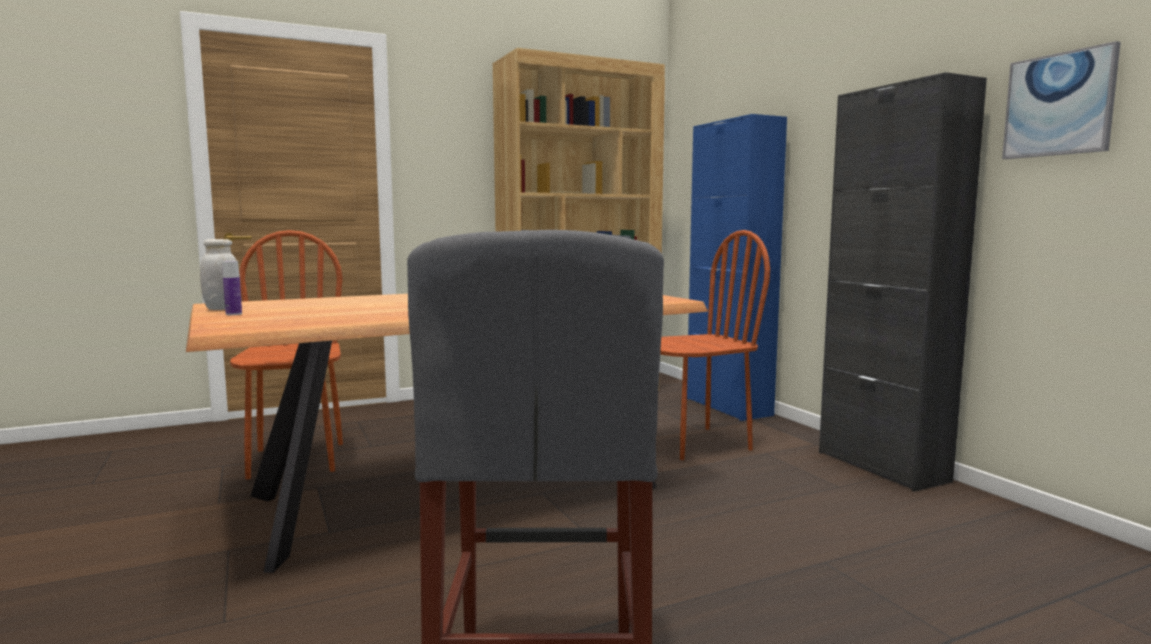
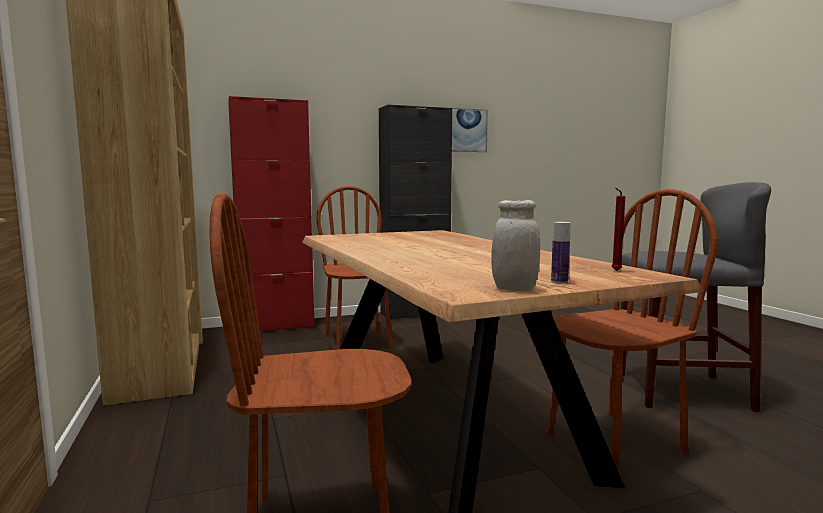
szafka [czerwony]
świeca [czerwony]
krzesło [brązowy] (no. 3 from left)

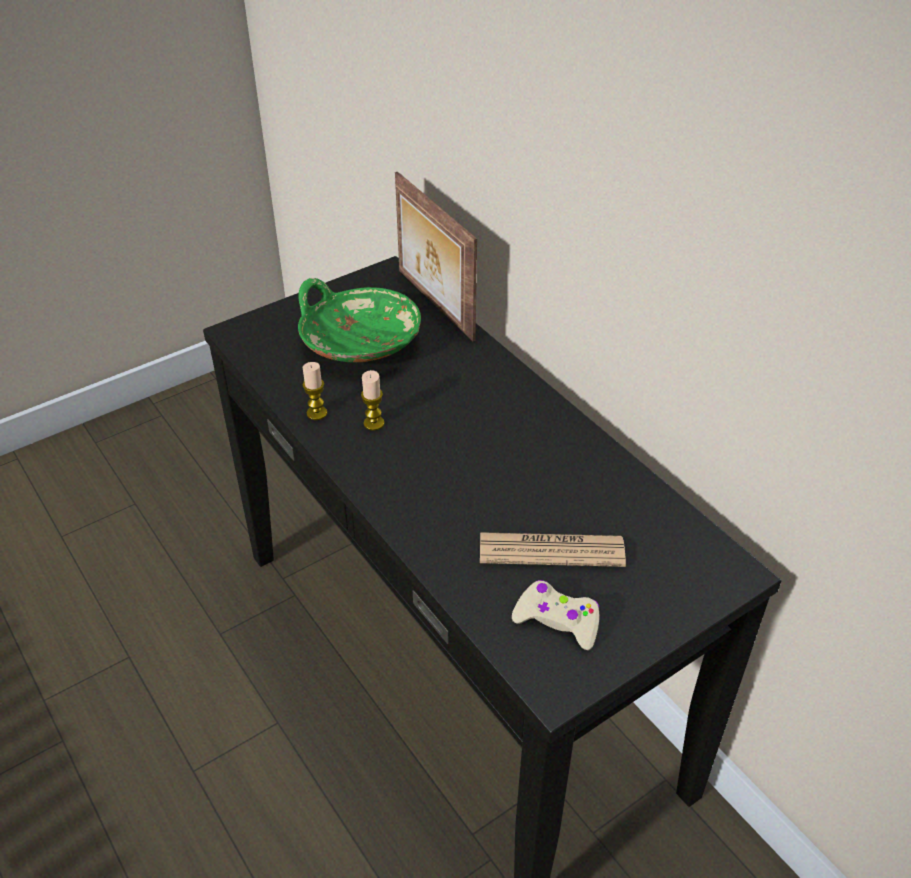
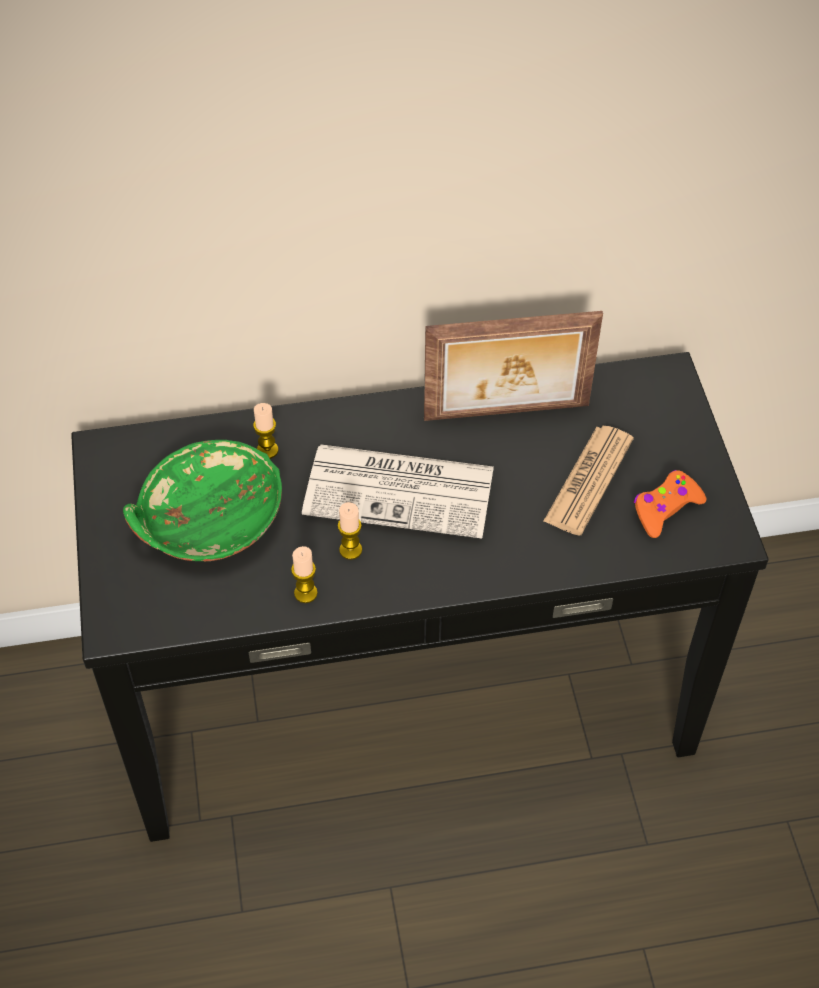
ramka na zdjęcie
pad do gier [pomarańczowy]
świeca (no. 1 from left)
gazeta (no. 1 from left)

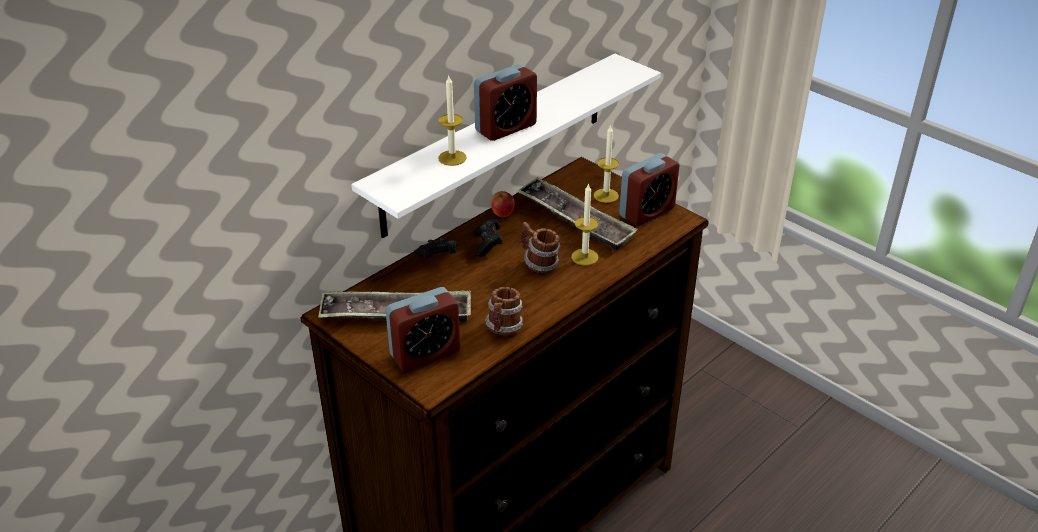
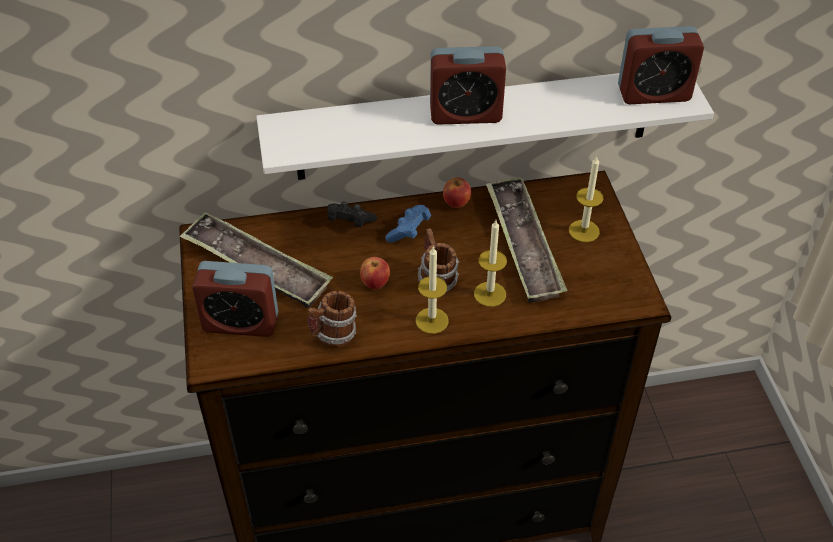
świeca (no. 1 from left)
budzik (no. 3 from left)
pad do gier [niebieski]
jabłko (no. 1 from left)

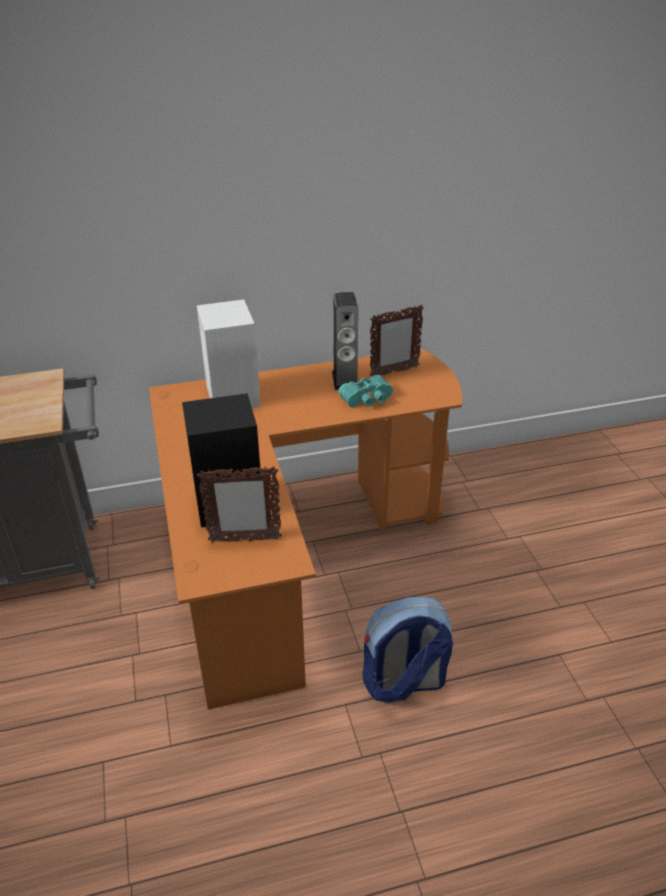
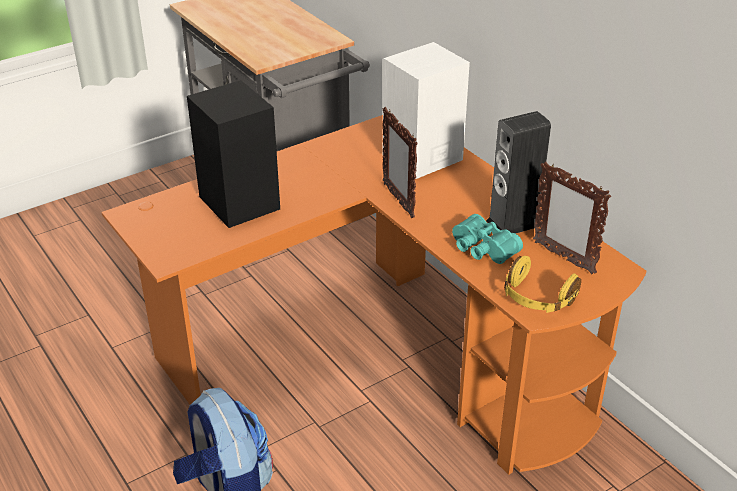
ramka na zdjęcie (no. 1 from left)
słuchawki [żółty]

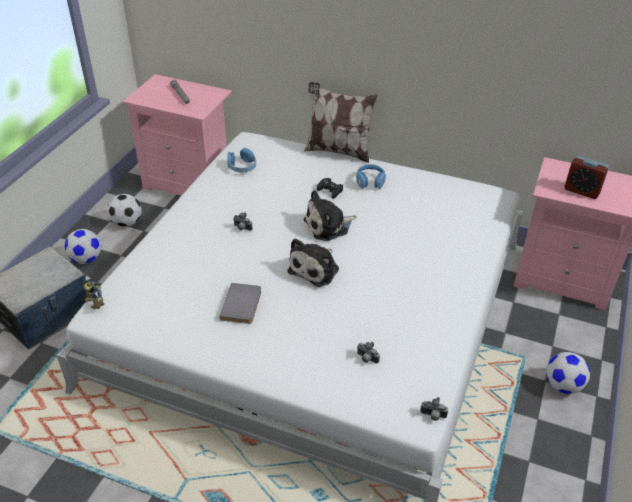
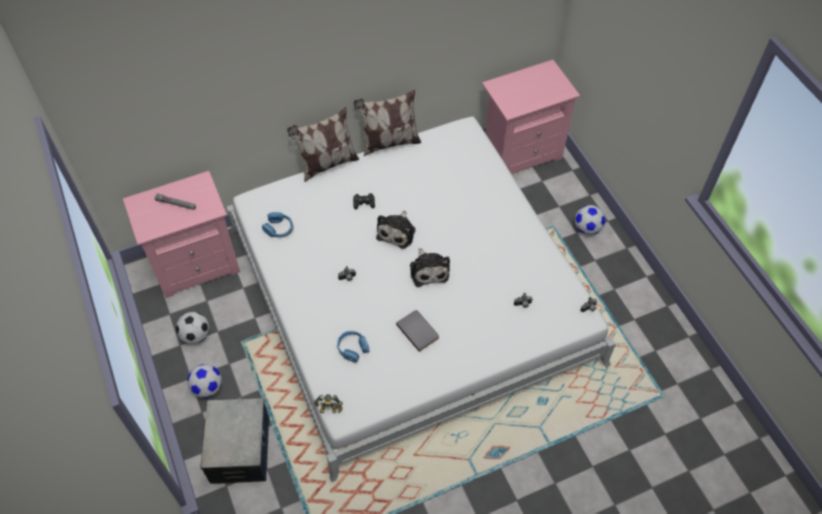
budzik
słuchawki [niebieski] (no. 2 from left)
poduszka (no. 2 from left)

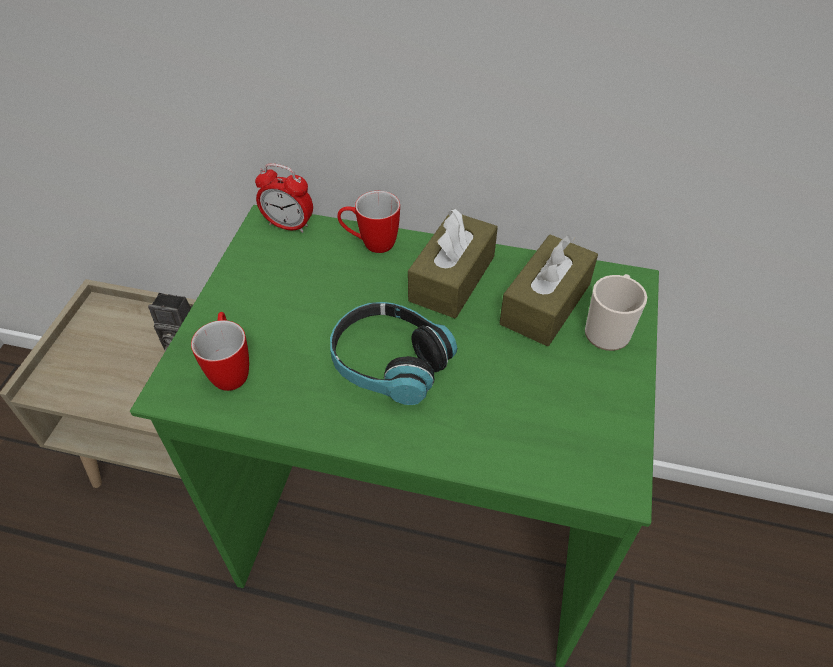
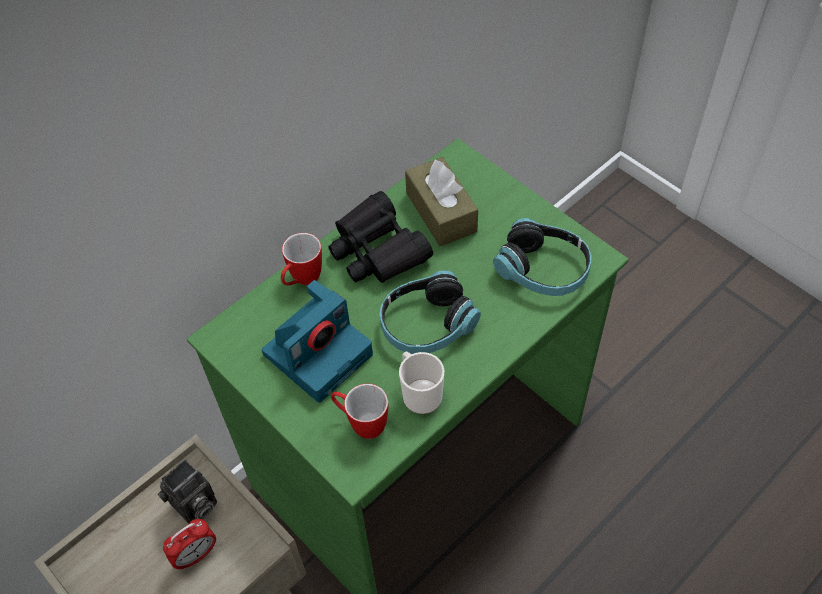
budzik
lornetka [czarny]
kubek (no. 3 from left)
słuchawki (no. 2 from left)
aparat fotograficzny (no. 2 from left)

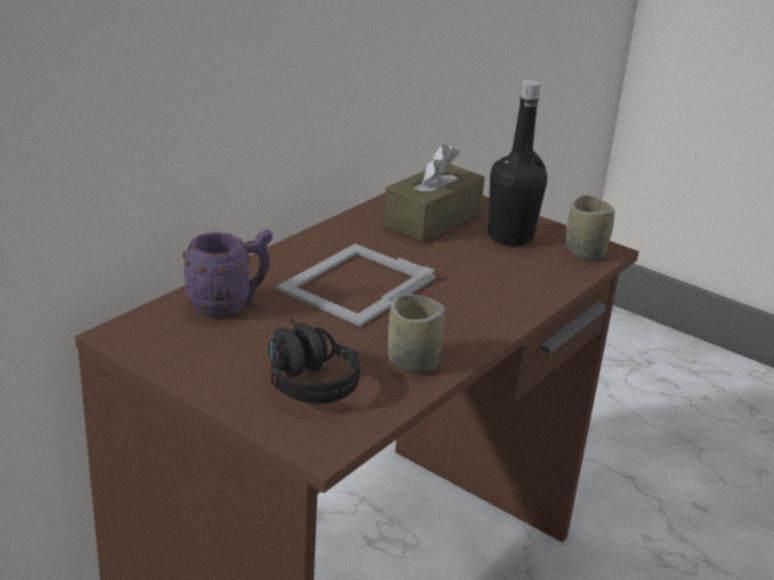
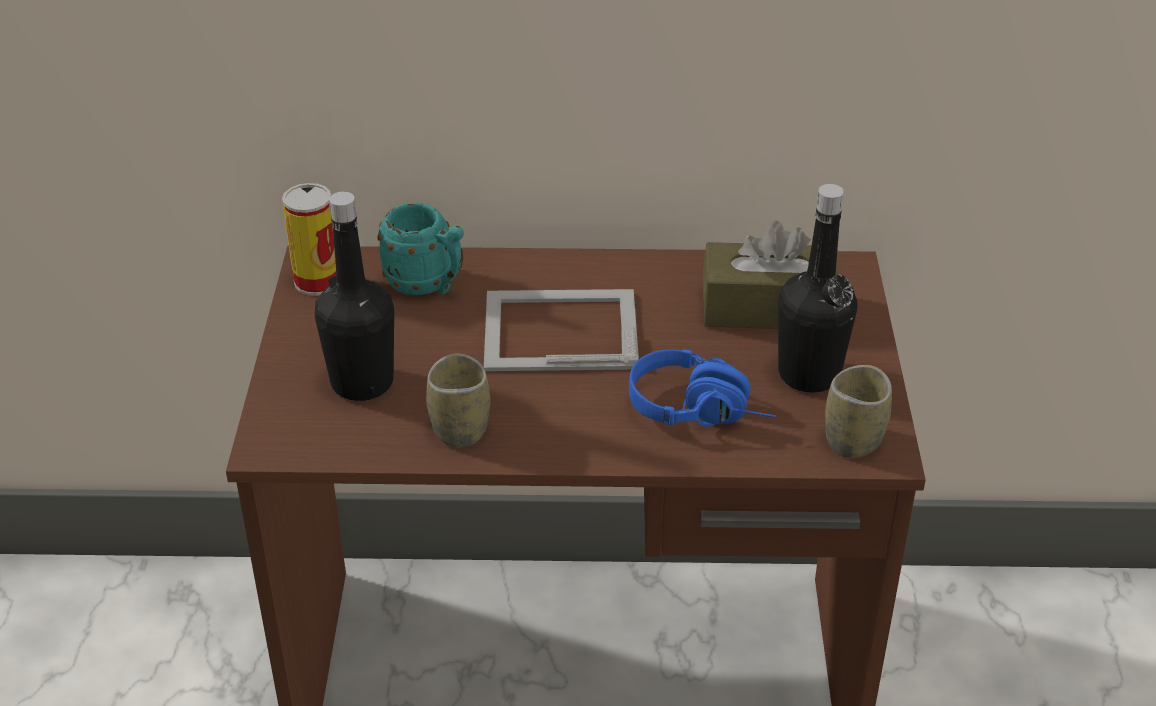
kubek [turkusowy]
butelka [czarny] (no. 1 from left)
puszka
słuchawki [niebieski]

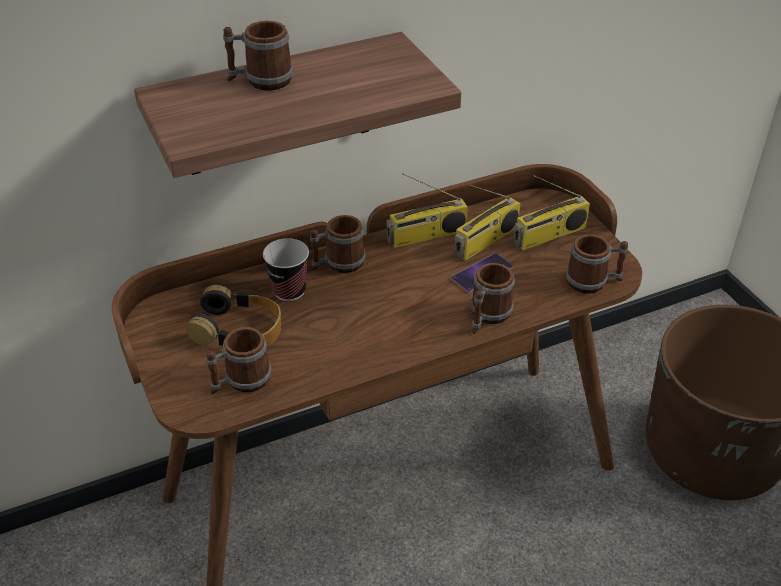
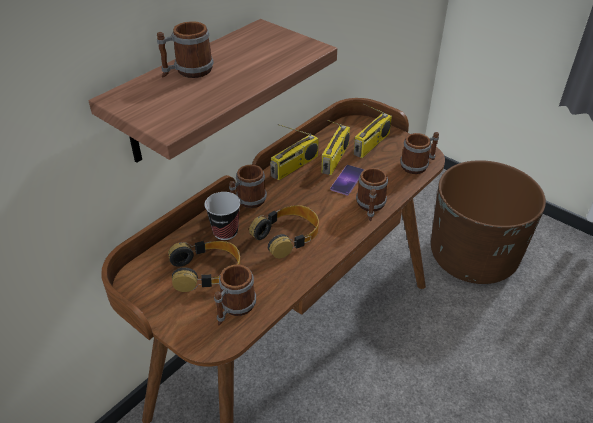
słuchawki (no. 2 from left)

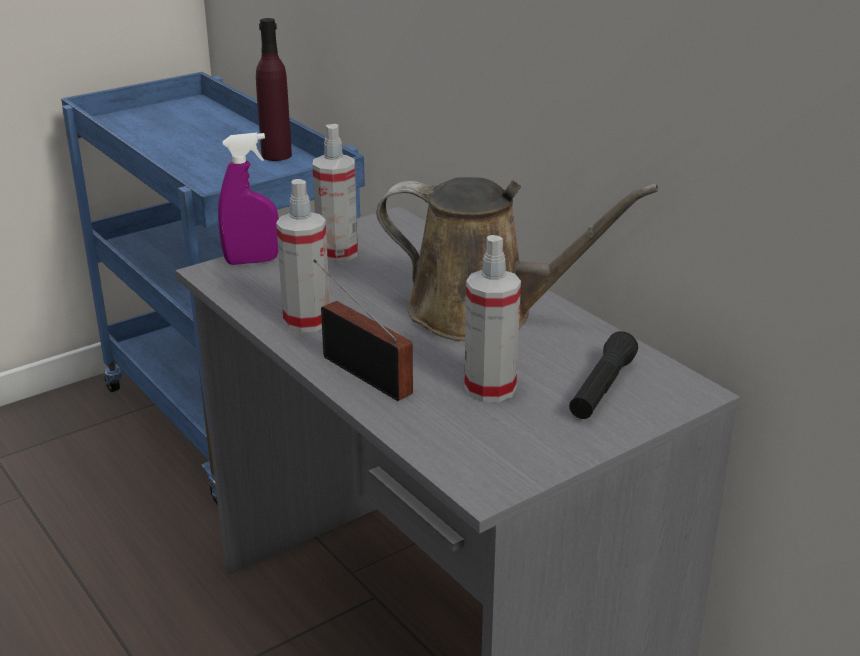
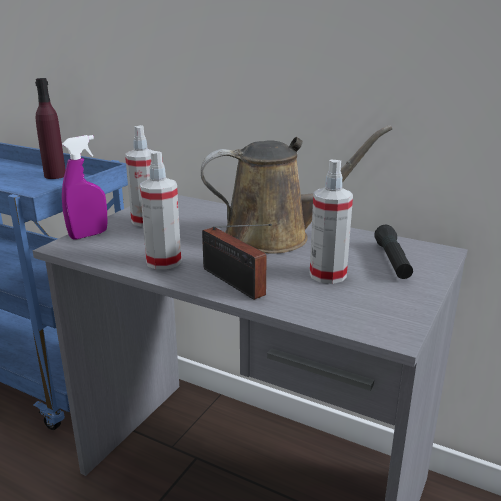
radio

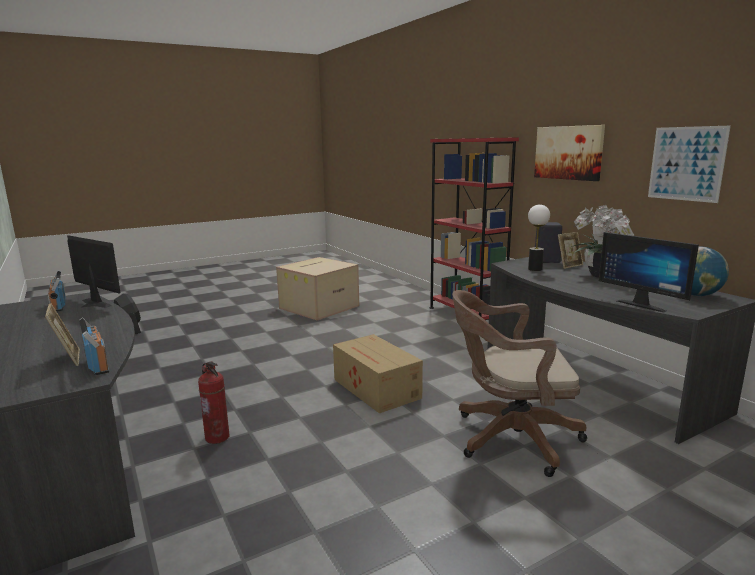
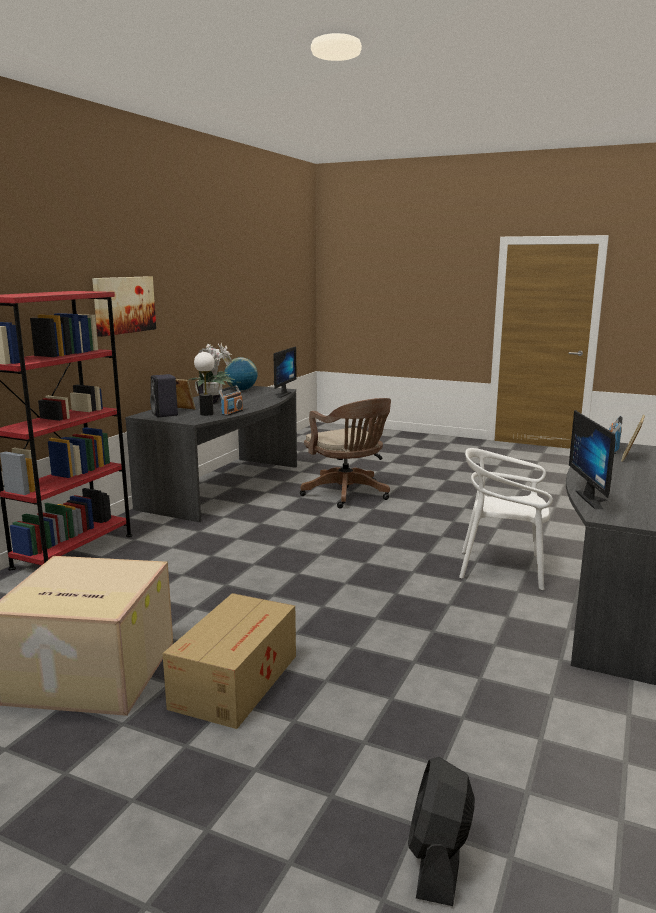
obraz (no. 2 from left in the first image)
radio (no. 1 from left)
karton (no. 2 from left)
krzesło [biały]

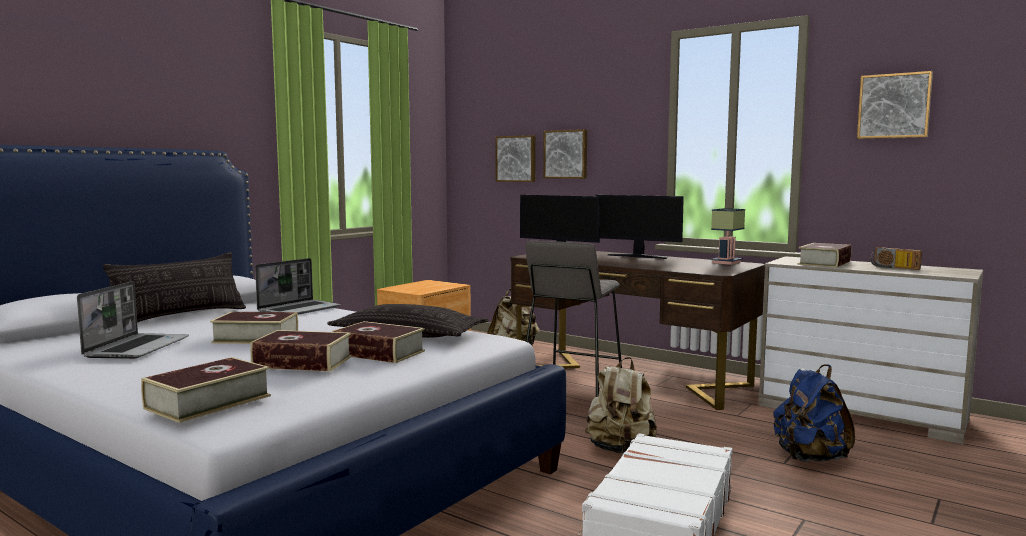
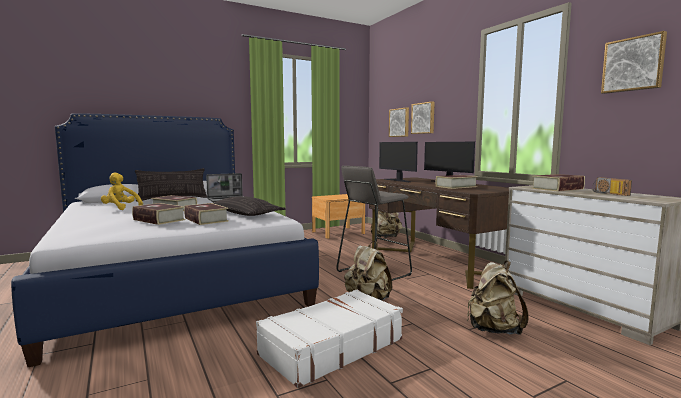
lampa stołowa
pluszak [żółty]
książka (no. 4 from left)
plecak [beżowy] (no. 3 from left)

